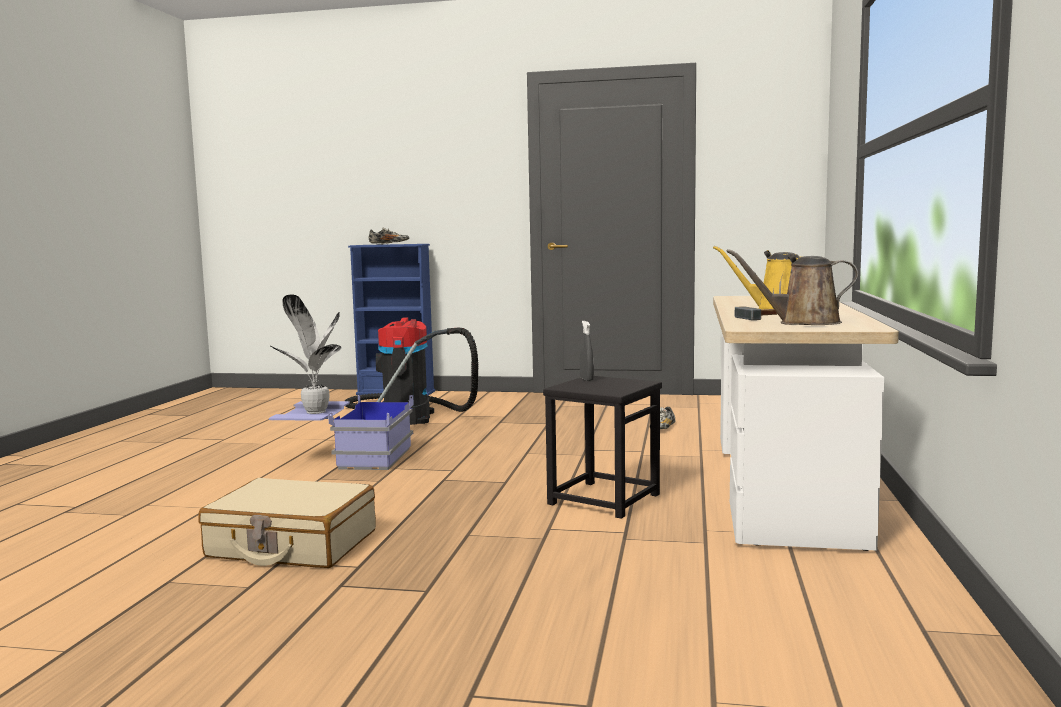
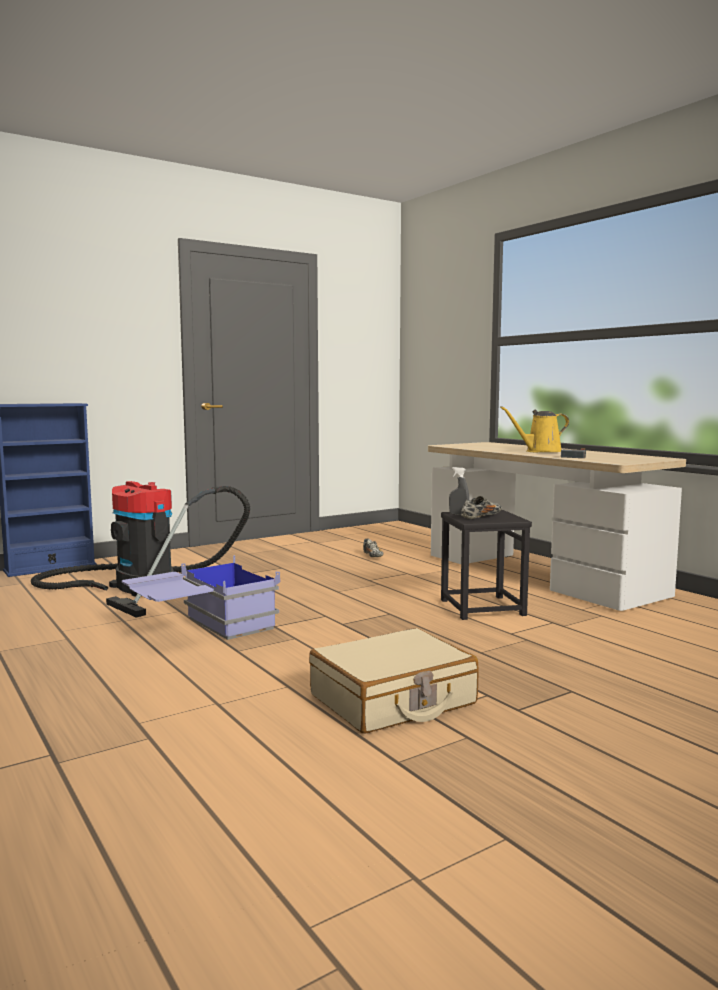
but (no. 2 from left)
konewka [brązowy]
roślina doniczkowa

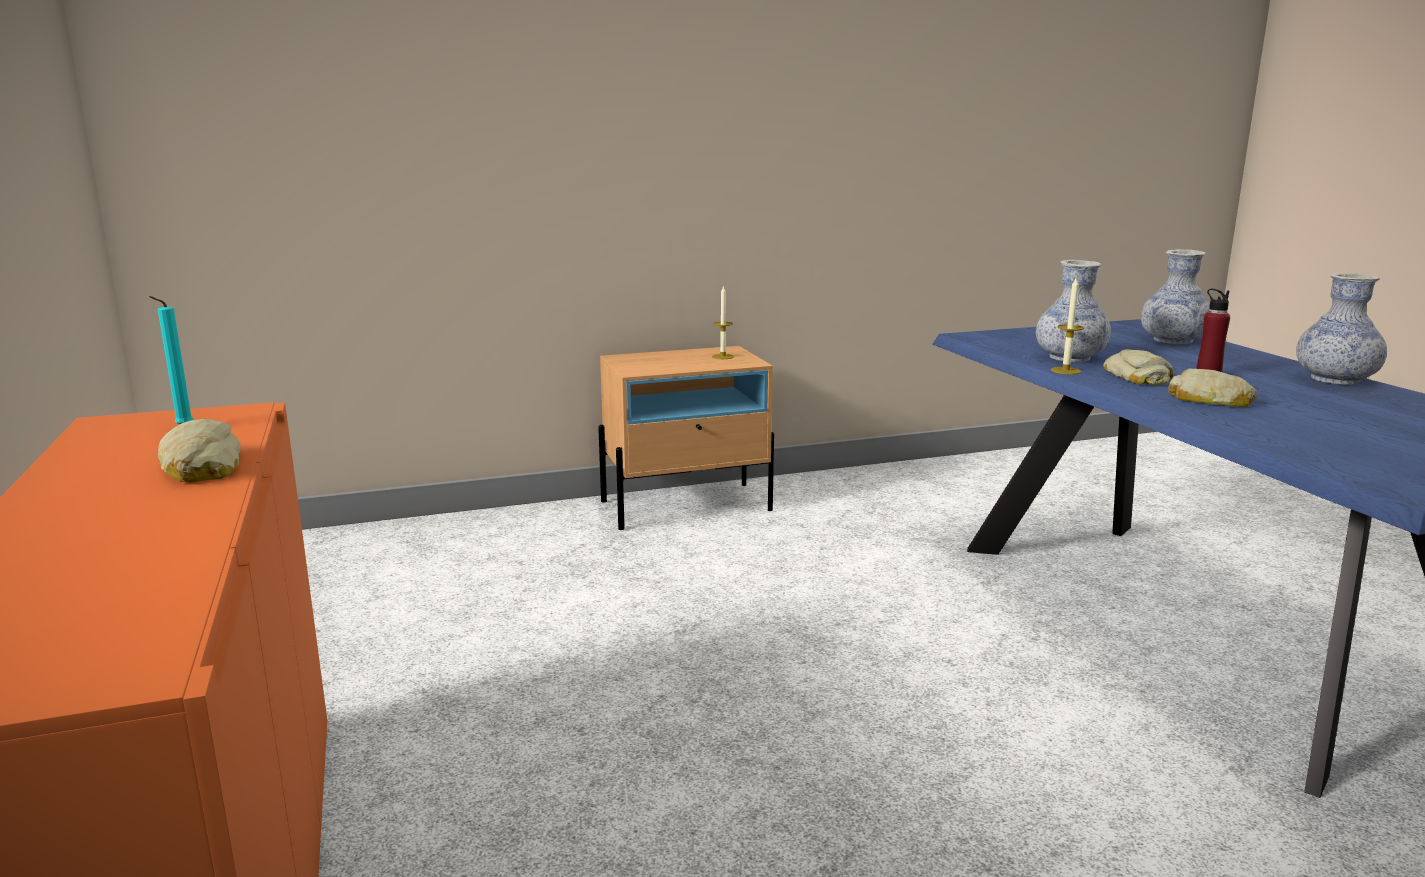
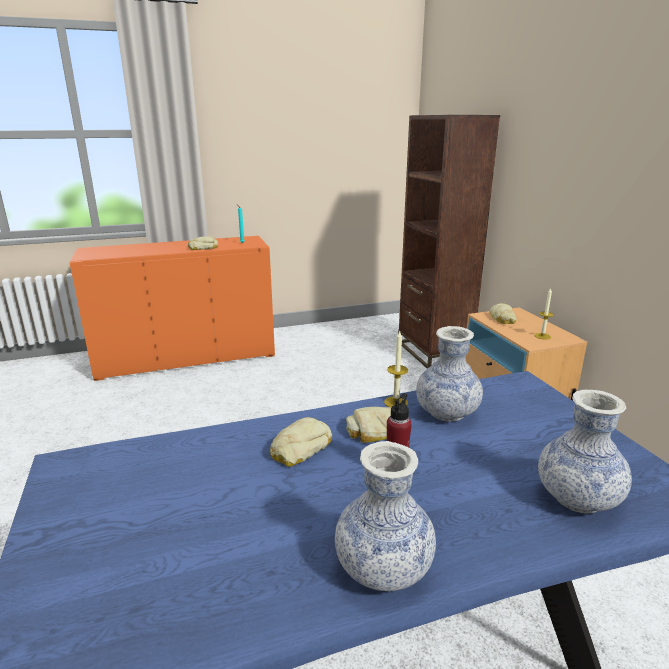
regał [brązowy]
chleb (no. 4 from left)

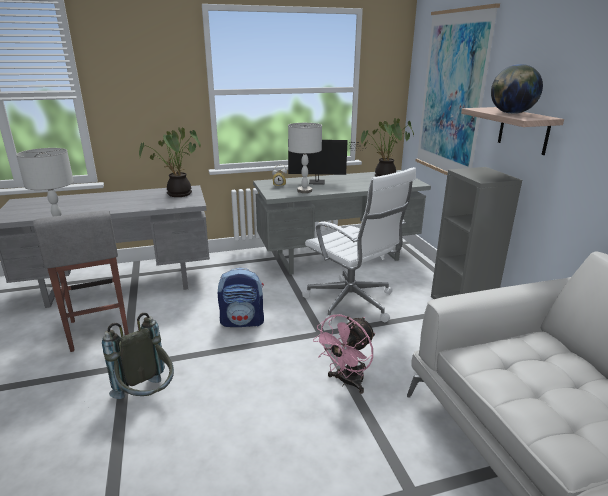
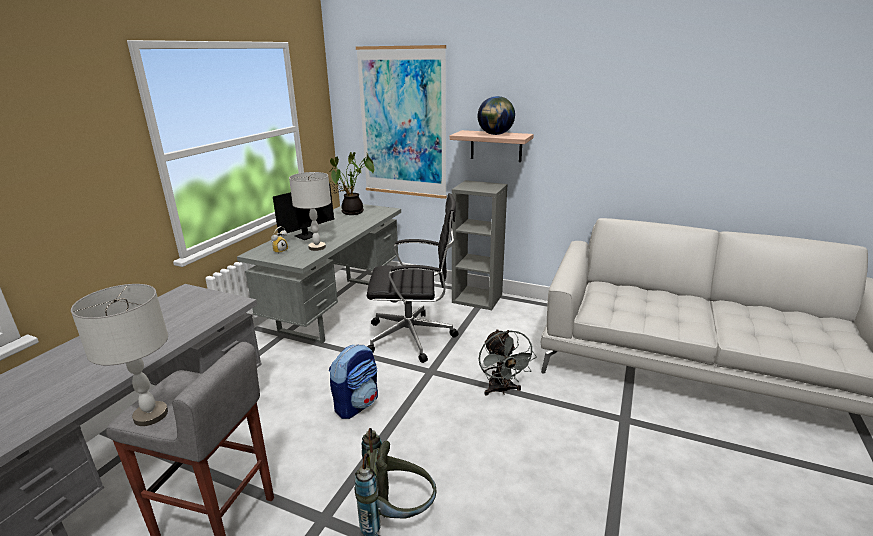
roślina doniczkowa (no. 1 from left in the first image)
krzesło biurowe [czarny]
wentylator [szary]

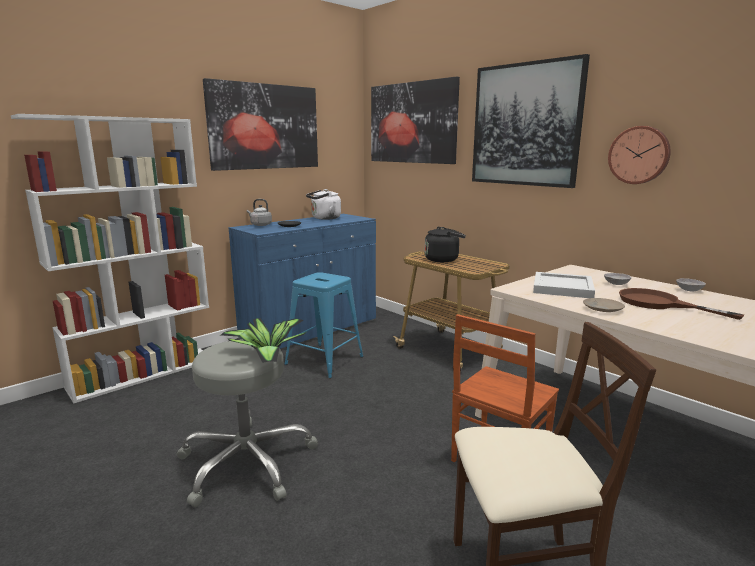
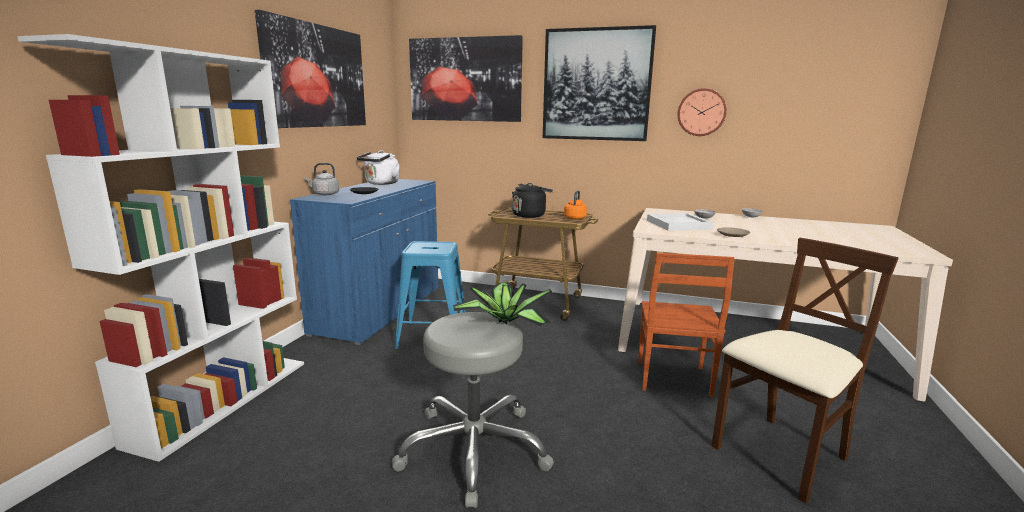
patelnia [brązowy]
czajnik [pomarańczowy]

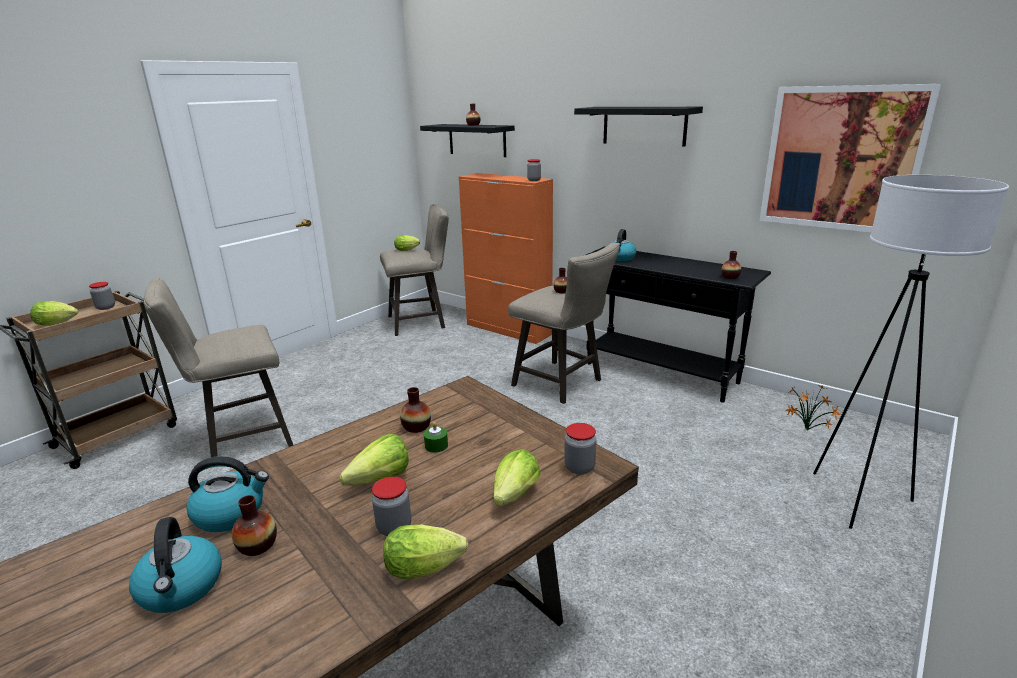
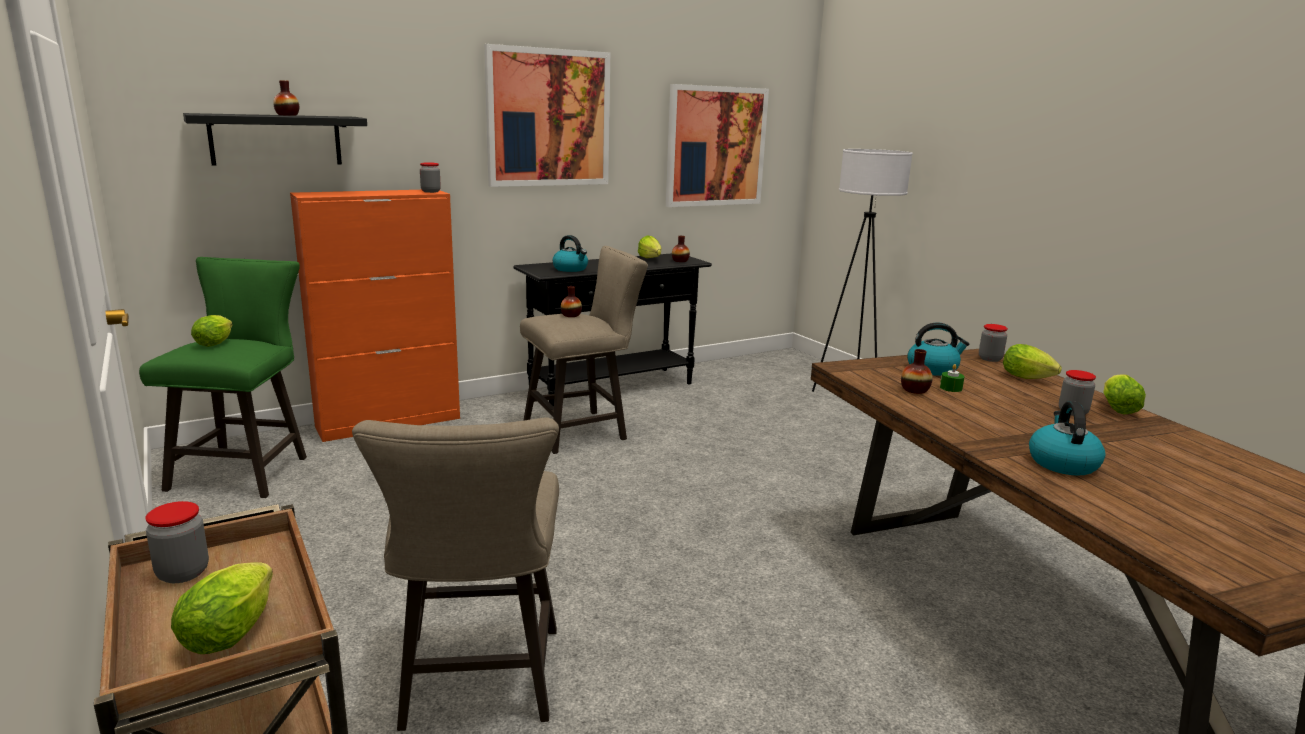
obraz (no. 1 from left)
stołek [zielony]
roślina doniczkowa
sałata (no. 3 from left)
wazon (no. 1 from left in the first image)
czajnik (no. 2 from left)

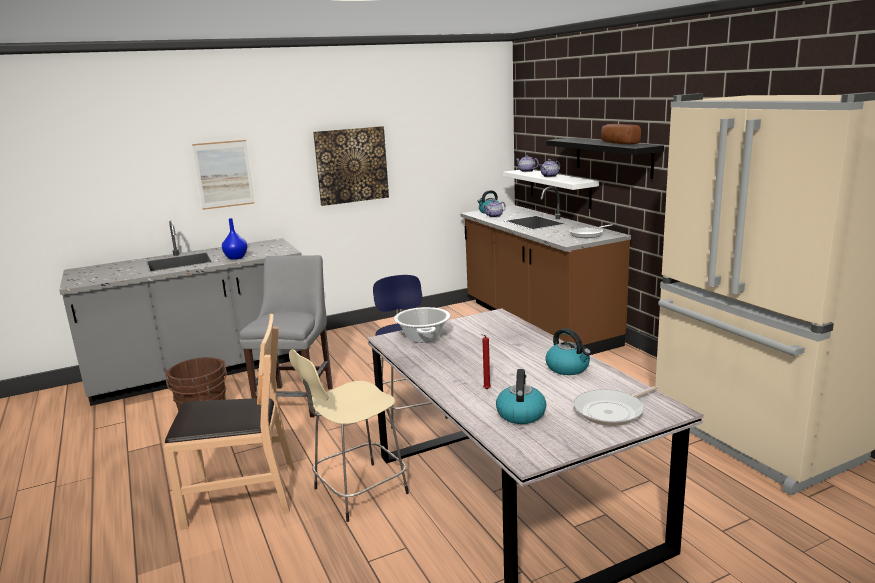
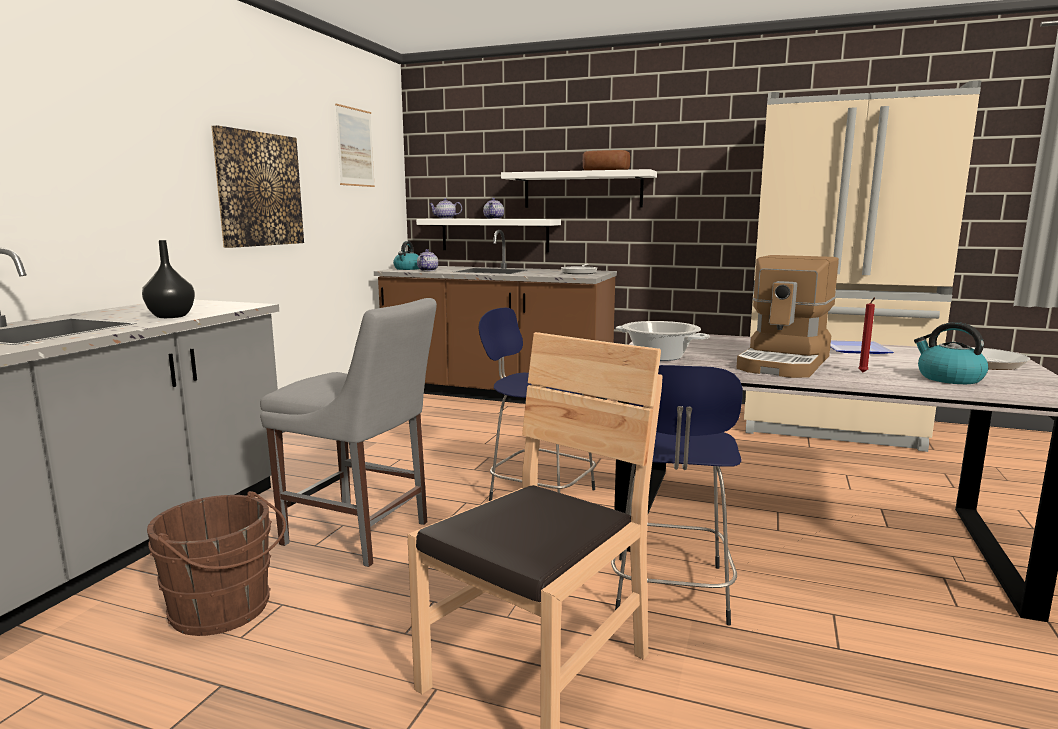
półka [biały] (no. 2 from left)
obraz (no. 2 from left)
wazon [czarny]
krzesło [szary]
talerz
stołek [niebieski] (no. 2 from left)
ekspres do kawy

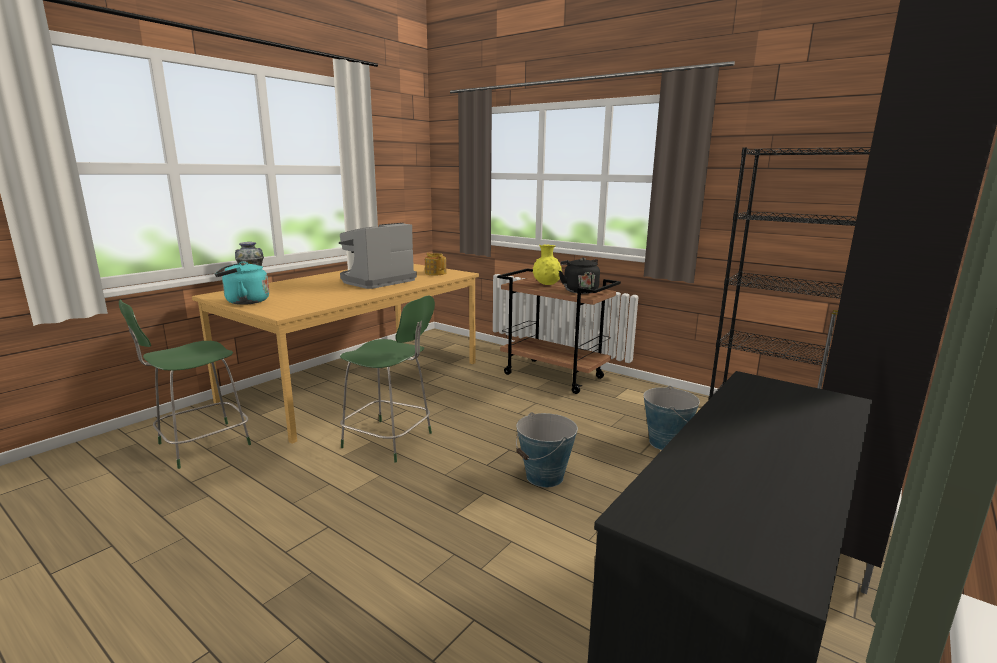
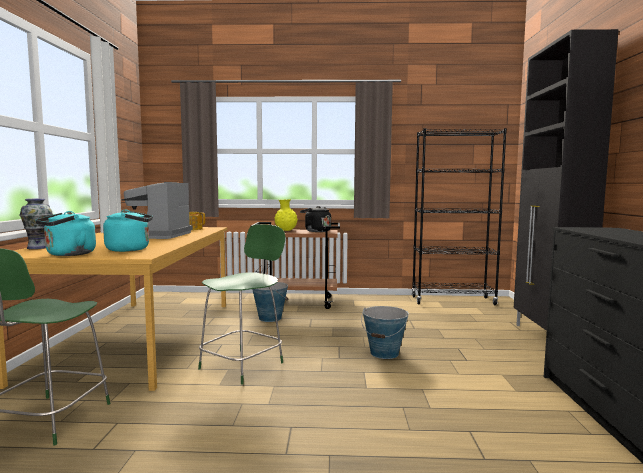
krzesło [zielony] (no. 2 from left)
wiadro (no. 1 from left)
czajnik [turkusowy] (no. 2 from left)

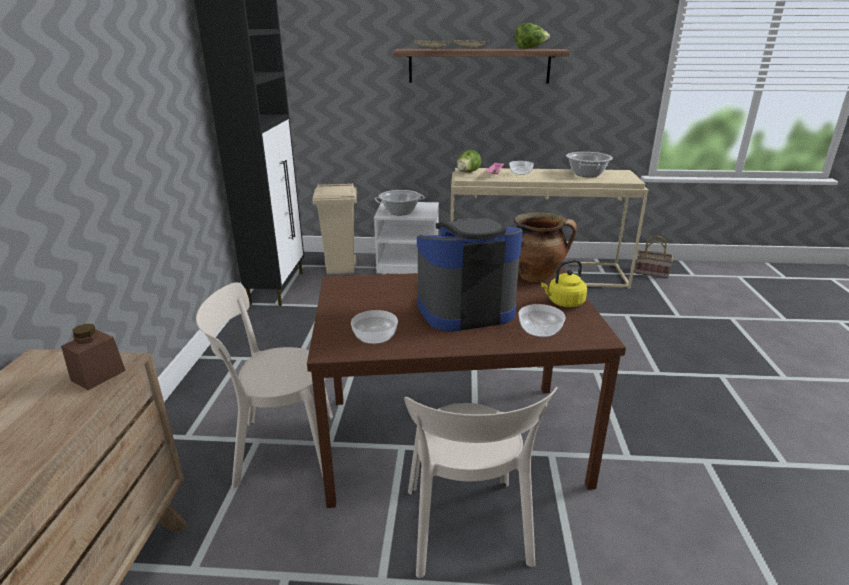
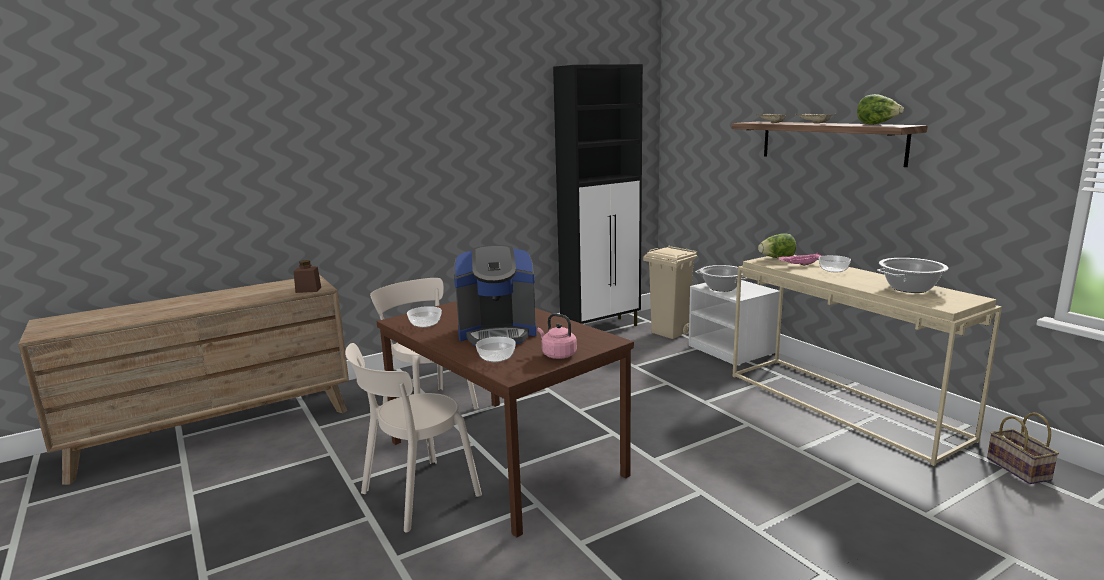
garnek (no. 2 from left in the first image)
ekspres do kawy
czajnik [różowy]

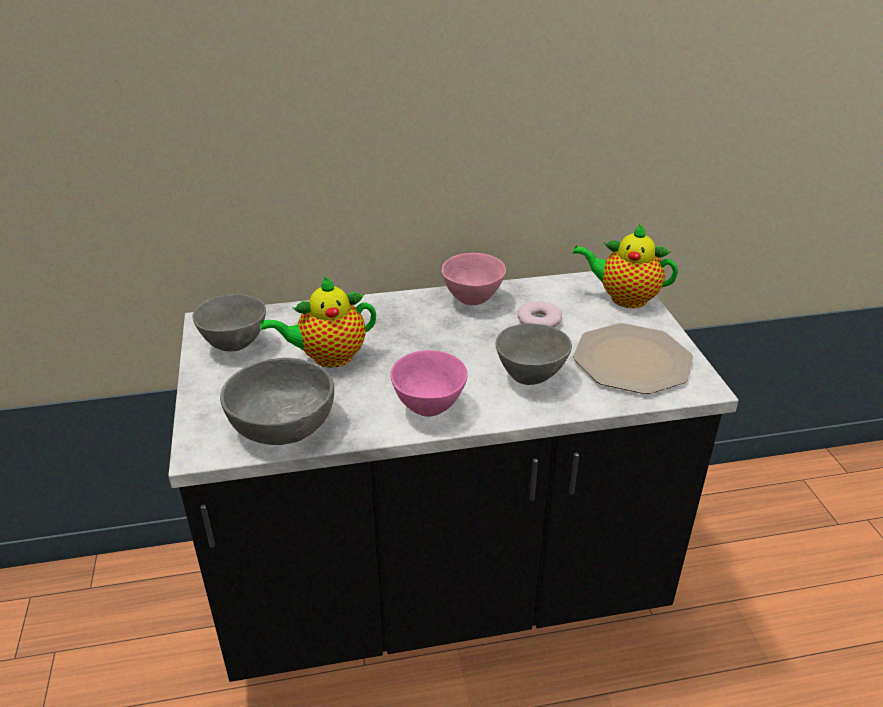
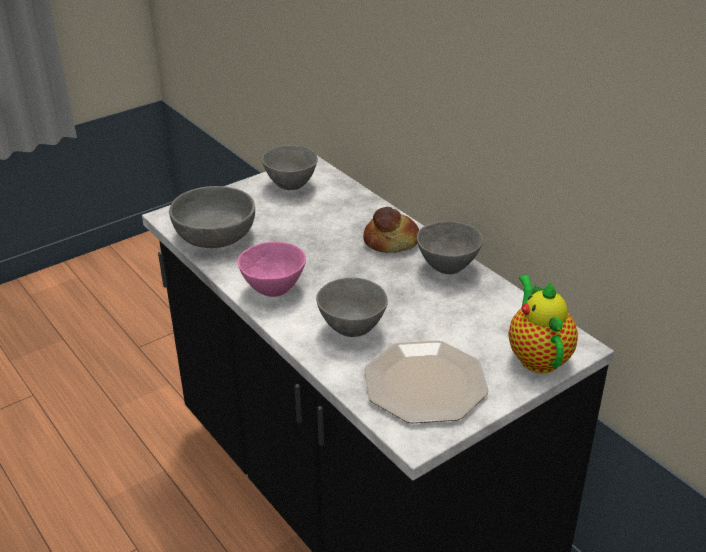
miska [szary] (no. 4 from left)
imbryk (no. 1 from left in the first image)
donut
chleb

